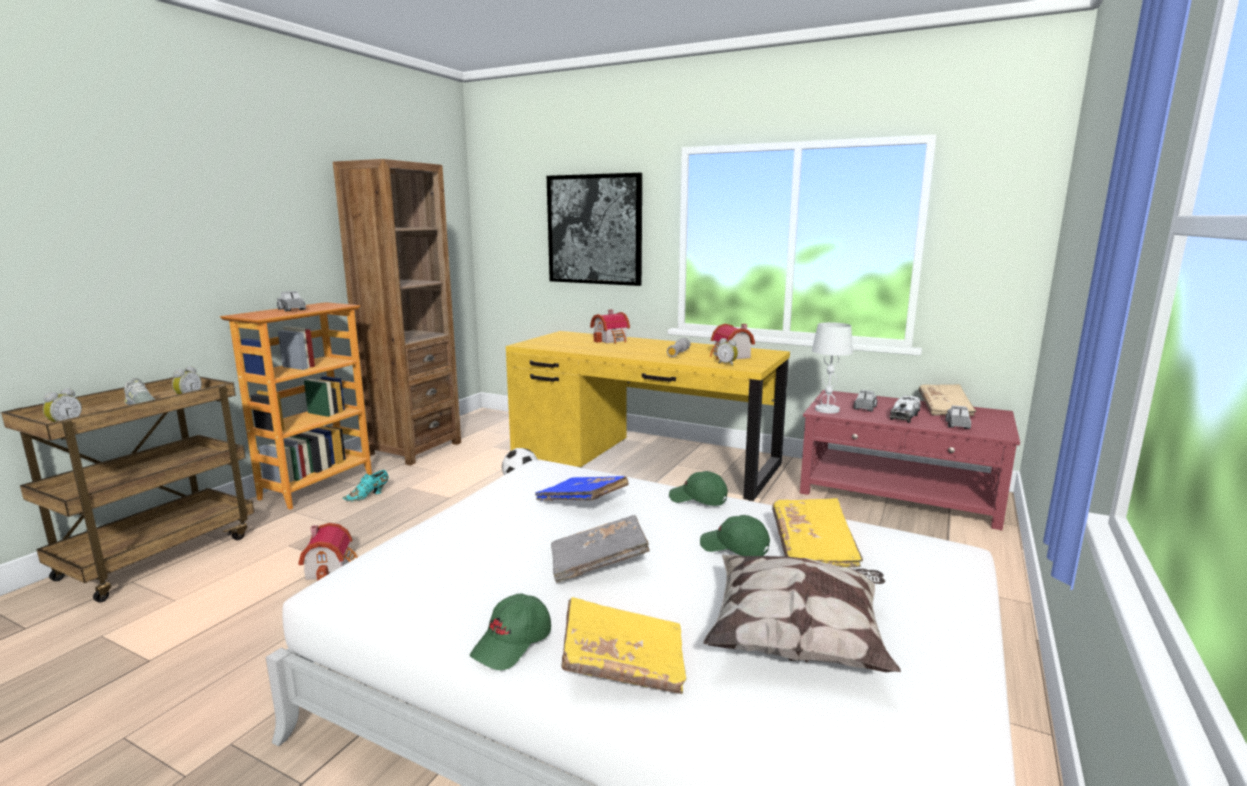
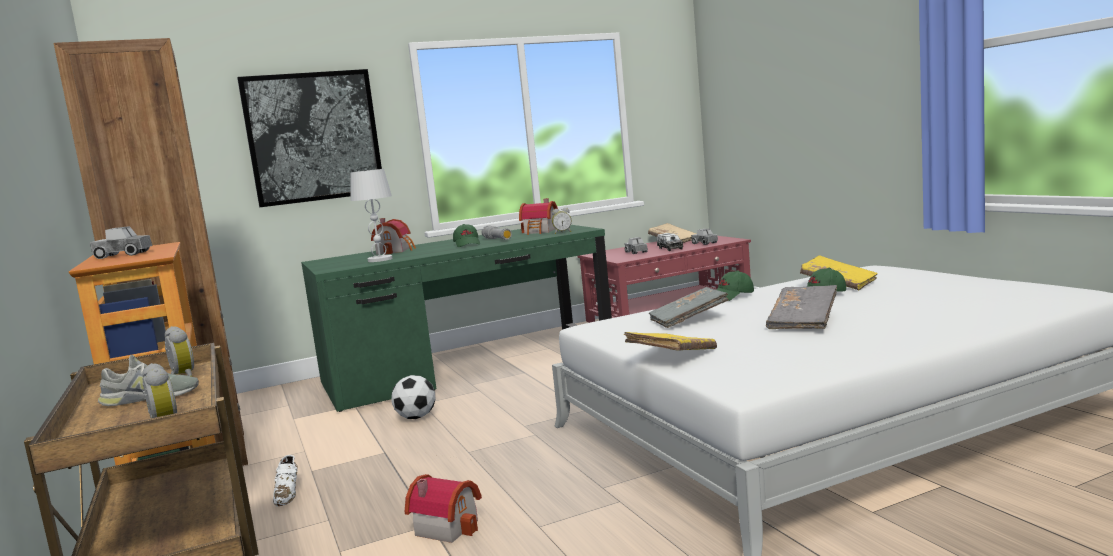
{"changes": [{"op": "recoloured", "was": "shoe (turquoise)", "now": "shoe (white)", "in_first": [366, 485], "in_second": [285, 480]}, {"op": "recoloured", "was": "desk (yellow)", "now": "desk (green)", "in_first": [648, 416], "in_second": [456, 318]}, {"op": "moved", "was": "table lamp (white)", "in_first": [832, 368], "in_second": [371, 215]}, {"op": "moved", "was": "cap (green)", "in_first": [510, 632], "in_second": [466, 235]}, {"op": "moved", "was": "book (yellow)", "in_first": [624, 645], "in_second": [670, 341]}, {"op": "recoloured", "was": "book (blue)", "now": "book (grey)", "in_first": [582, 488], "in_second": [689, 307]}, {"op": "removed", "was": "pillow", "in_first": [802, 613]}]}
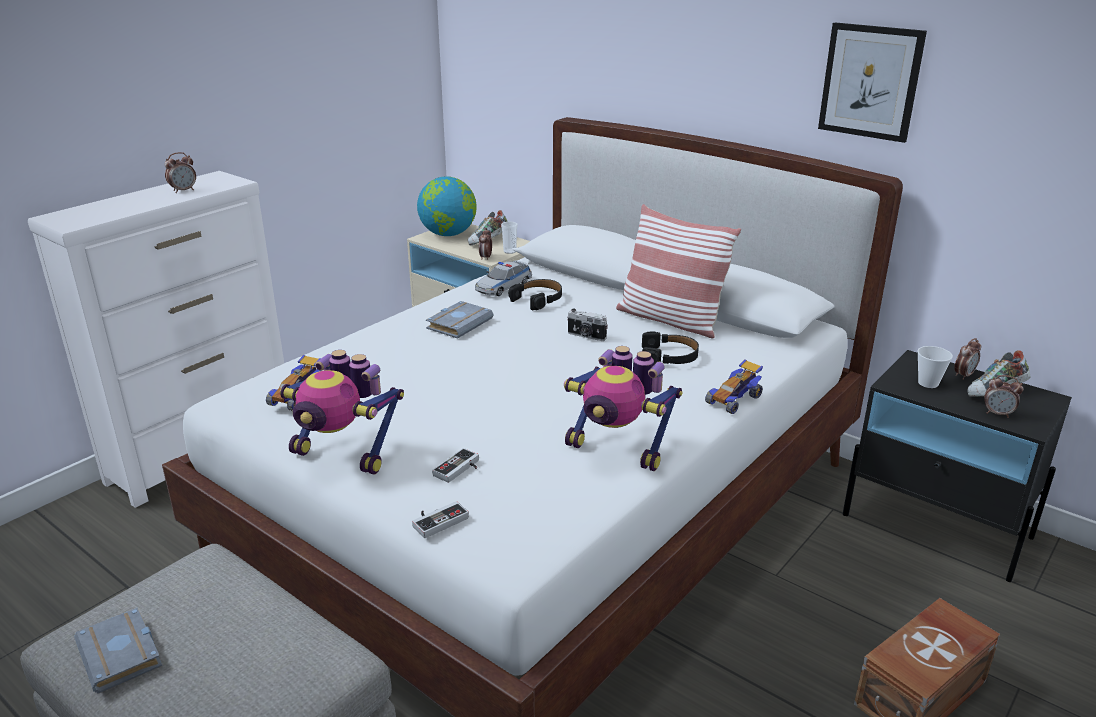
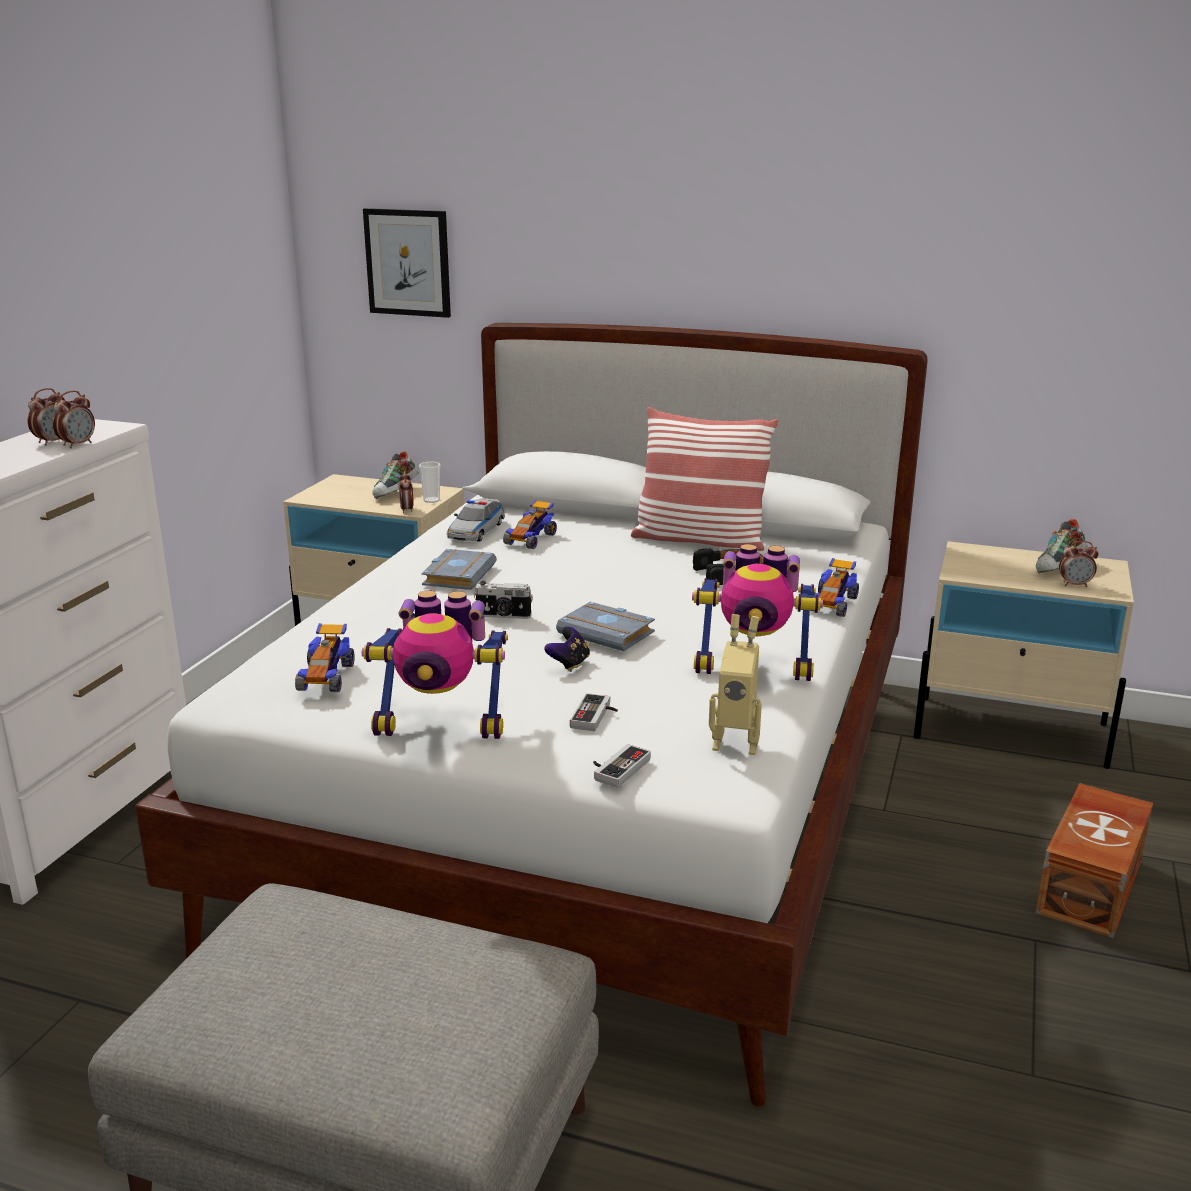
{"changes": [{"op": "moved", "was": "alarm clock", "in_first": [967, 359], "in_second": [74, 419]}, {"op": "moved", "was": "picture", "in_first": [872, 82], "in_second": [407, 263]}, {"op": "moved", "was": "photo camera", "in_first": [587, 325], "in_second": [503, 600]}, {"op": "replaced", "was": "headphones (black)", "now": "toy car", "in_first": [535, 294], "in_second": [530, 524]}, {"op": "added", "now": "game controller", "in_second": [567, 649]}, {"op": "moved", "was": "book (grey)", "in_first": [118, 650], "in_second": [605, 626]}, {"op": "added", "now": "toy robot", "in_second": [735, 684]}, {"op": "recoloured", "was": "nightstand (black)", "now": "nightstand (beige)", "in_first": [957, 466], "in_second": [1024, 655]}, {"op": "removed", "was": "globe", "in_first": [447, 206]}, {"op": "removed", "was": "cup", "in_first": [935, 367]}]}
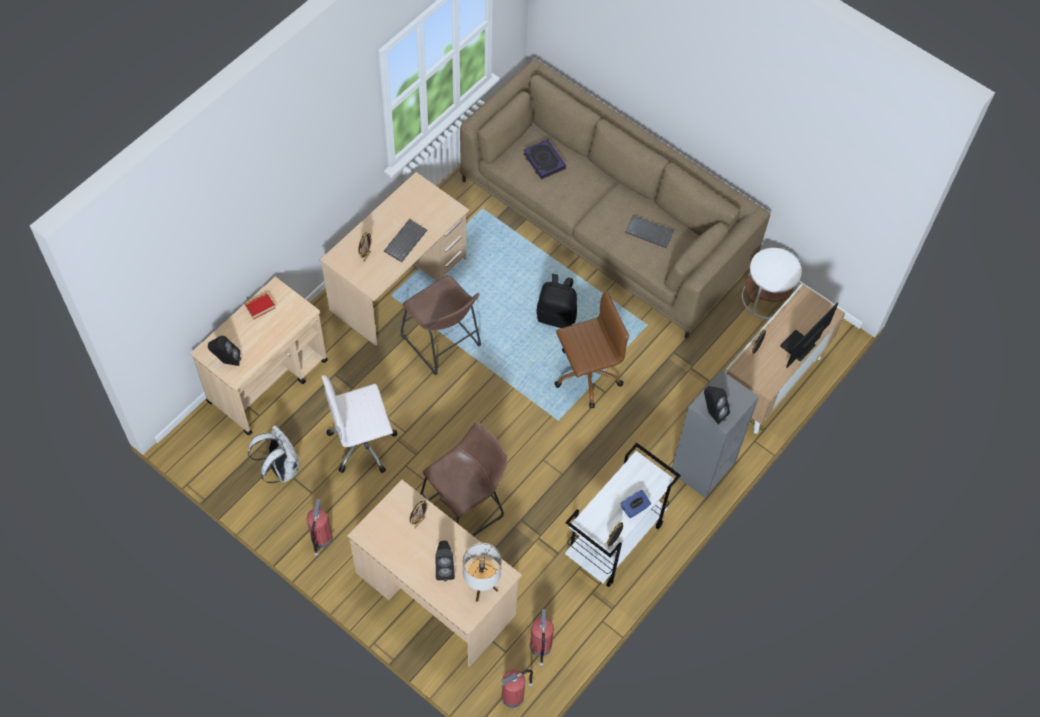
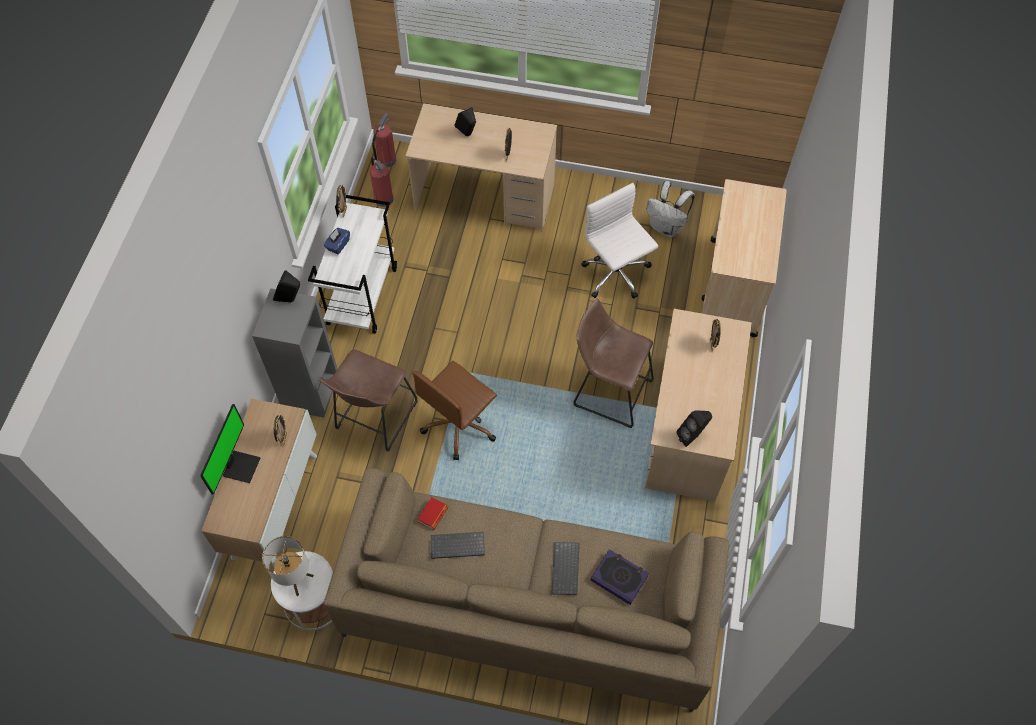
{"changes": [{"op": "moved", "was": "table lamp", "in_first": [482, 572], "in_second": [288, 566]}, {"op": "moved", "was": "stool (brown)", "in_first": [464, 479], "in_second": [367, 400]}, {"op": "moved", "was": "book", "in_first": [260, 306], "in_second": [432, 513]}, {"op": "moved", "was": "keyboard", "in_first": [405, 240], "in_second": [565, 568]}, {"op": "turned", "was": "office chair (white)", "in_first": [359, 424], "in_second": [620, 241], "clockwise": -75}, {"op": "moved", "was": "speaker (black)", "in_first": [224, 351], "in_second": [694, 428]}, {"op": "removed", "was": "fire extinguisher", "in_first": [320, 527]}, {"op": "removed", "was": "backpack (black)", "in_first": [557, 301]}]}
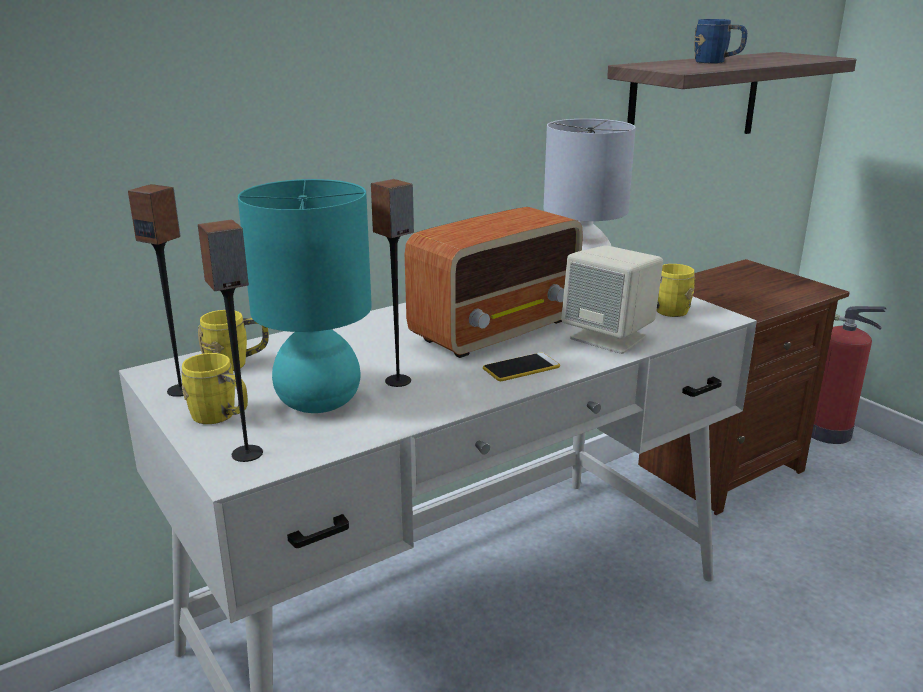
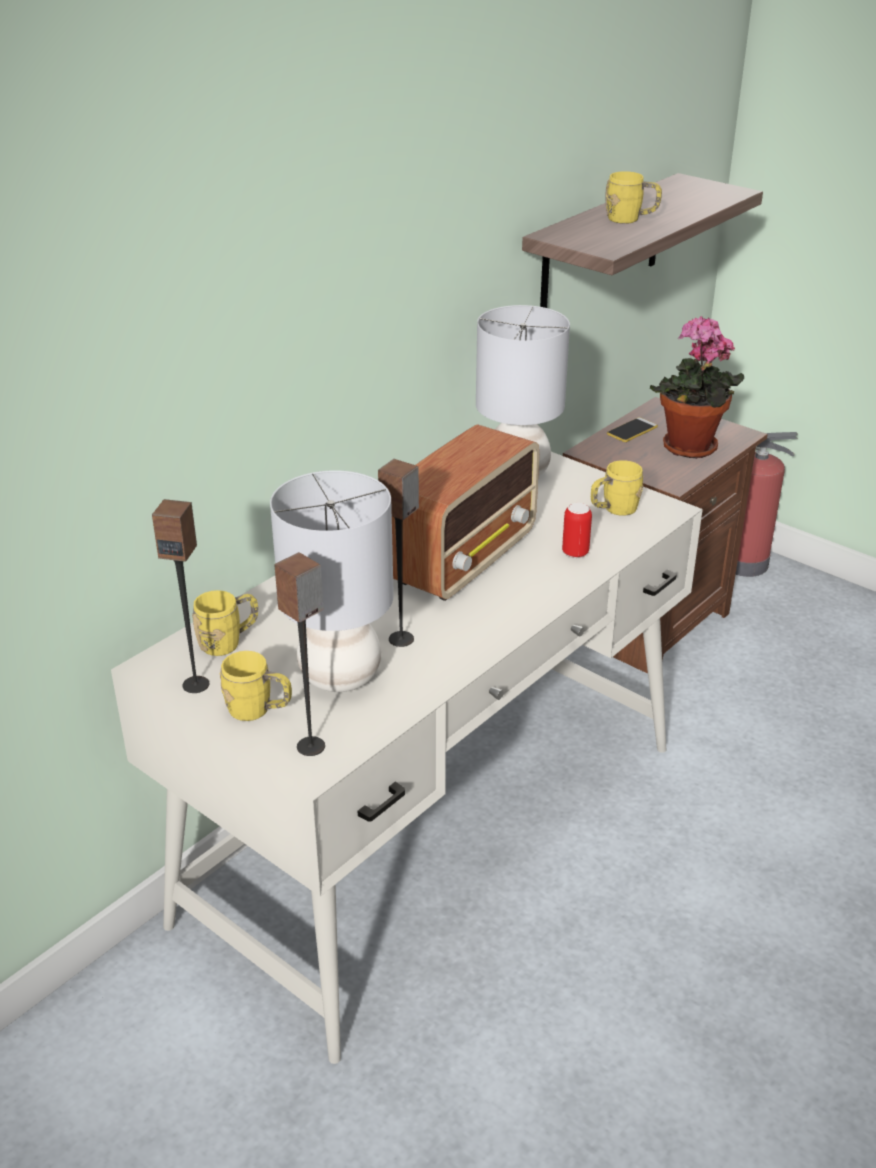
{"changes": [{"op": "recoloured", "was": "table lamp (turquoise)", "now": "table lamp (grey)", "in_first": [305, 296], "in_second": [332, 581]}, {"op": "replaced", "was": "speaker (beige)", "now": "can", "in_first": [612, 299], "in_second": [577, 530]}, {"op": "recoloured", "was": "mug (blue)", "now": "mug (yellow)", "in_first": [720, 41], "in_second": [633, 197]}, {"op": "moved", "was": "phone", "in_first": [521, 367], "in_second": [632, 429]}, {"op": "added", "now": "potted plant", "in_second": [697, 387]}]}
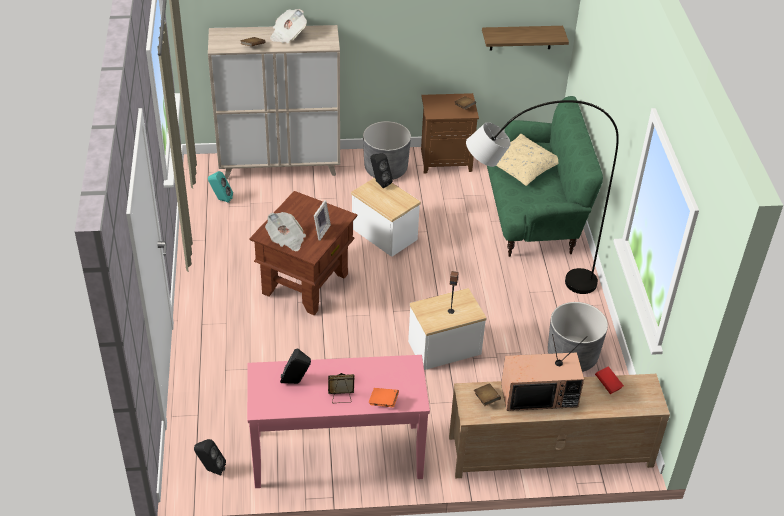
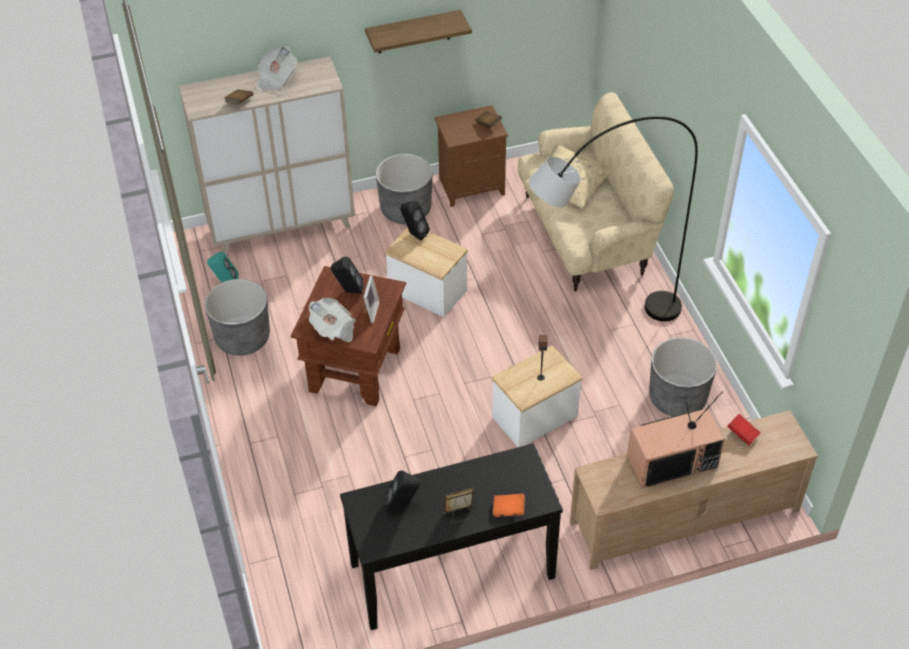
{"changes": [{"op": "added", "now": "planter (grey)", "in_second": [237, 317]}, {"op": "moved", "was": "speaker (black)", "in_first": [210, 457], "in_second": [347, 275]}, {"op": "recoloured", "was": "console table (pink)", "now": "console table (black)", "in_first": [338, 421], "in_second": [451, 536]}, {"op": "moved", "was": "shelf", "in_first": [525, 38], "in_second": [418, 31]}, {"op": "recoloured", "was": "sofa (green)", "now": "sofa (beige)", "in_first": [545, 176], "in_second": [596, 192]}, {"op": "removed", "was": "book (brown)", "in_first": [487, 395]}]}
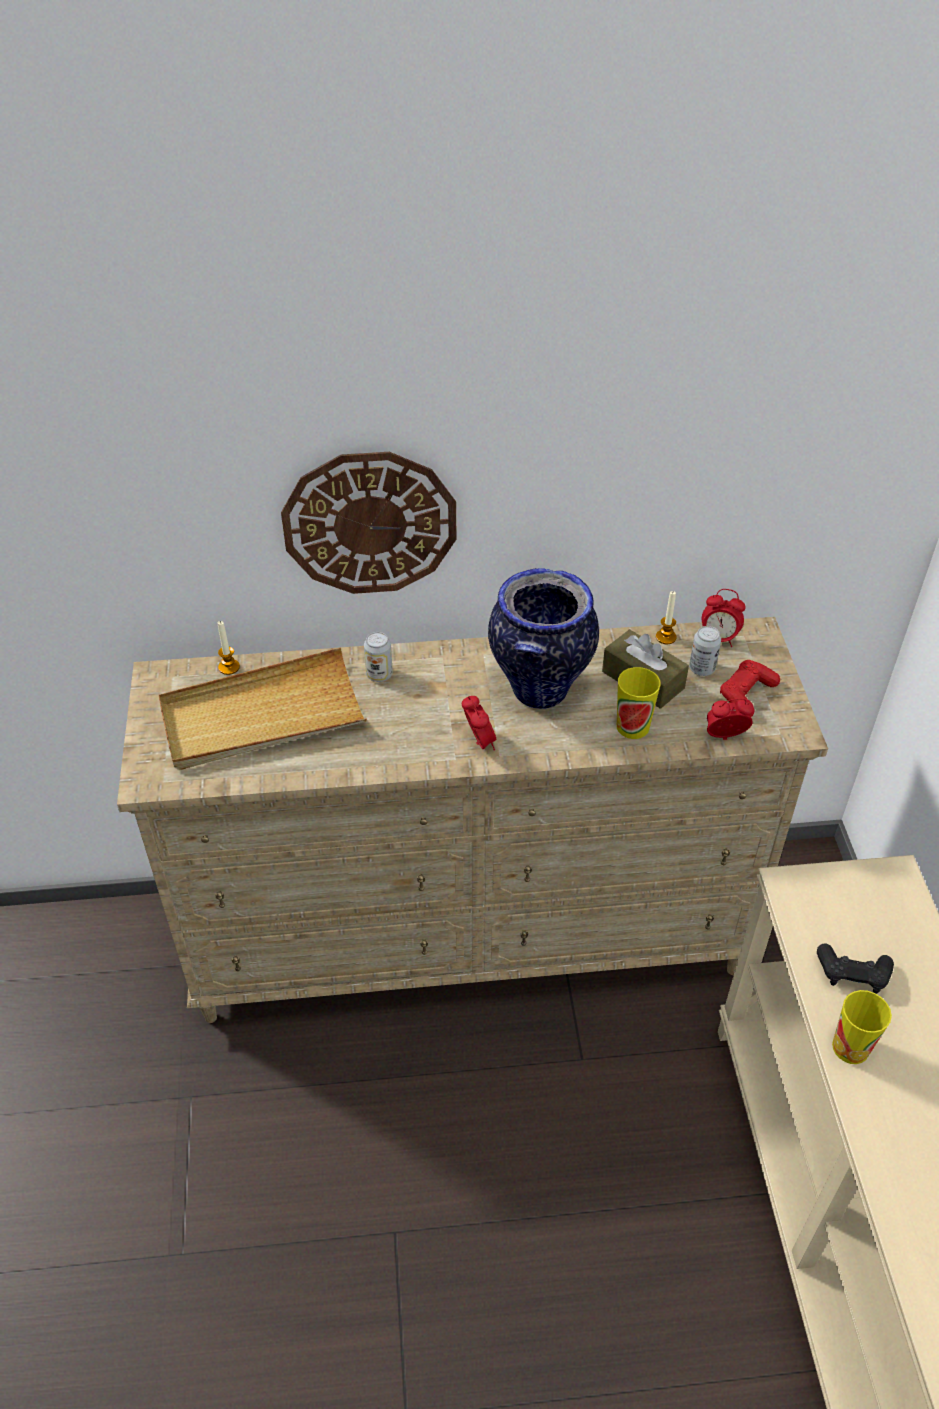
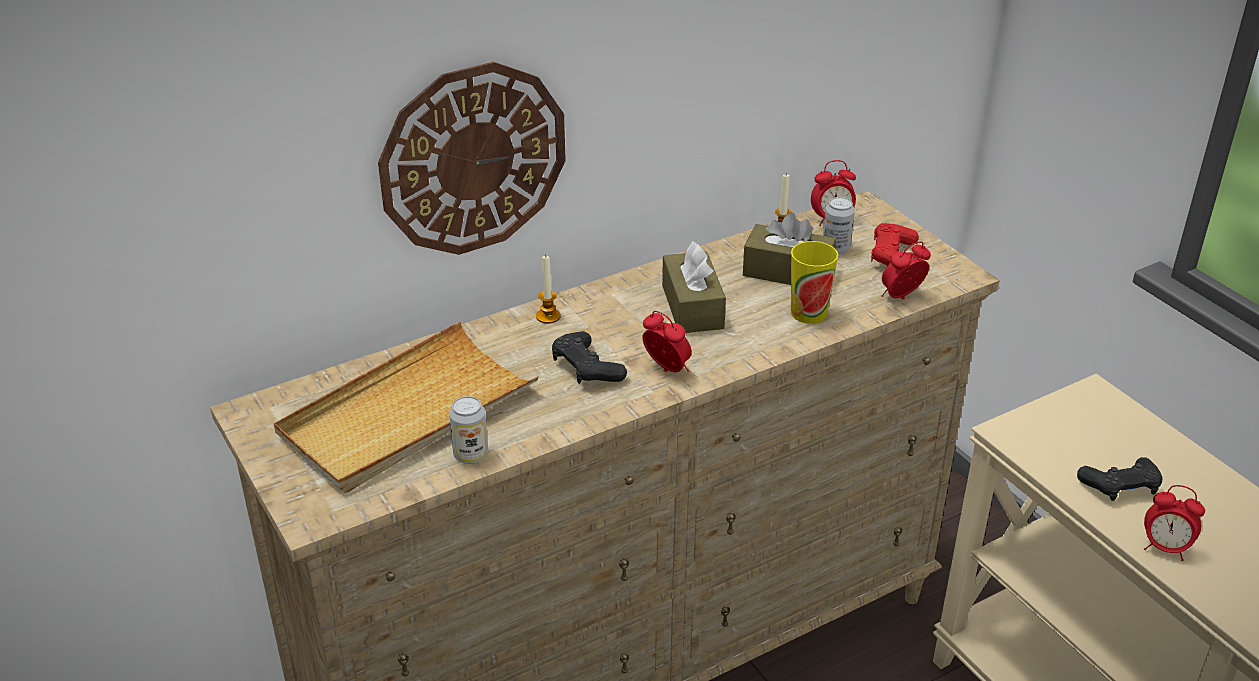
{"changes": [{"op": "moved", "was": "can", "in_first": [378, 657], "in_second": [468, 430]}, {"op": "moved", "was": "candle", "in_first": [228, 648], "in_second": [548, 289]}, {"op": "added", "now": "game controller (black)", "in_second": [589, 357]}, {"op": "replaced", "was": "vase", "now": "tissue box (brown)", "in_first": [543, 638], "in_second": [694, 287]}, {"op": "replaced", "was": "cup", "now": "alarm clock", "in_first": [862, 1027], "in_second": [1174, 523]}]}
